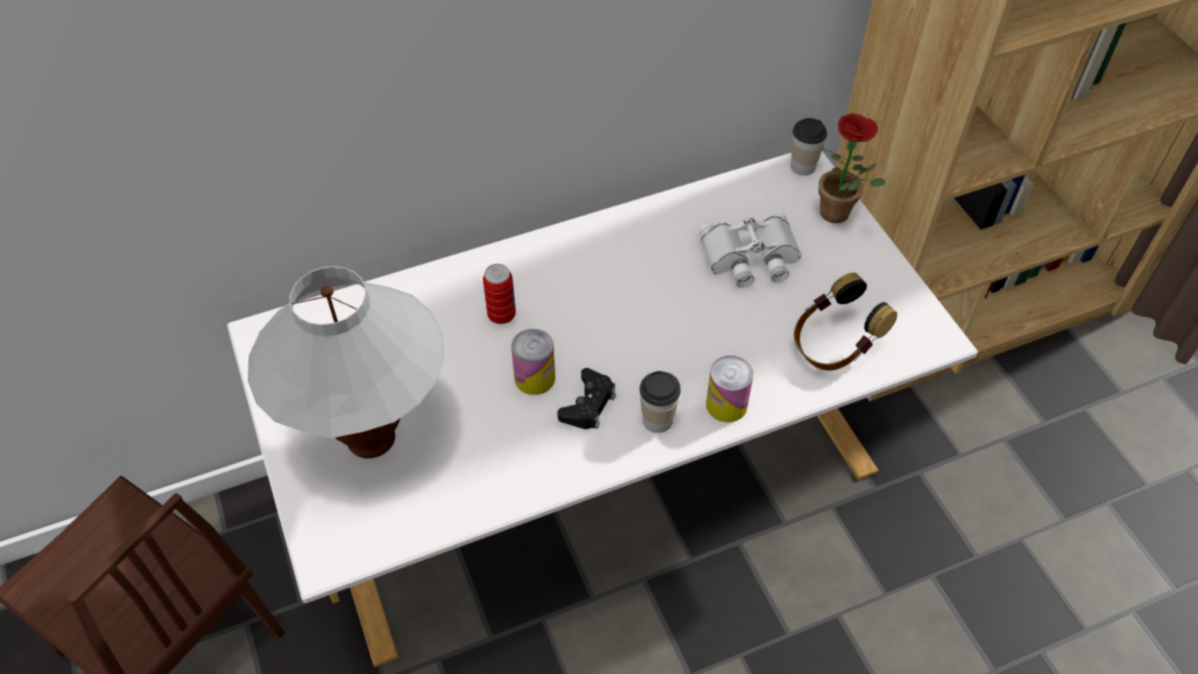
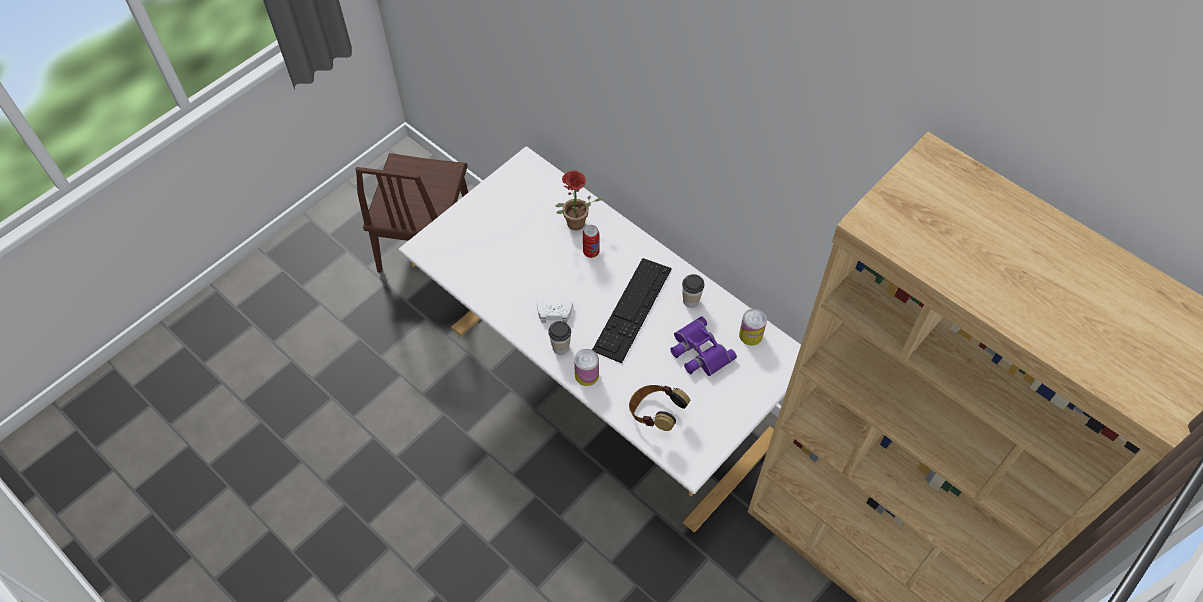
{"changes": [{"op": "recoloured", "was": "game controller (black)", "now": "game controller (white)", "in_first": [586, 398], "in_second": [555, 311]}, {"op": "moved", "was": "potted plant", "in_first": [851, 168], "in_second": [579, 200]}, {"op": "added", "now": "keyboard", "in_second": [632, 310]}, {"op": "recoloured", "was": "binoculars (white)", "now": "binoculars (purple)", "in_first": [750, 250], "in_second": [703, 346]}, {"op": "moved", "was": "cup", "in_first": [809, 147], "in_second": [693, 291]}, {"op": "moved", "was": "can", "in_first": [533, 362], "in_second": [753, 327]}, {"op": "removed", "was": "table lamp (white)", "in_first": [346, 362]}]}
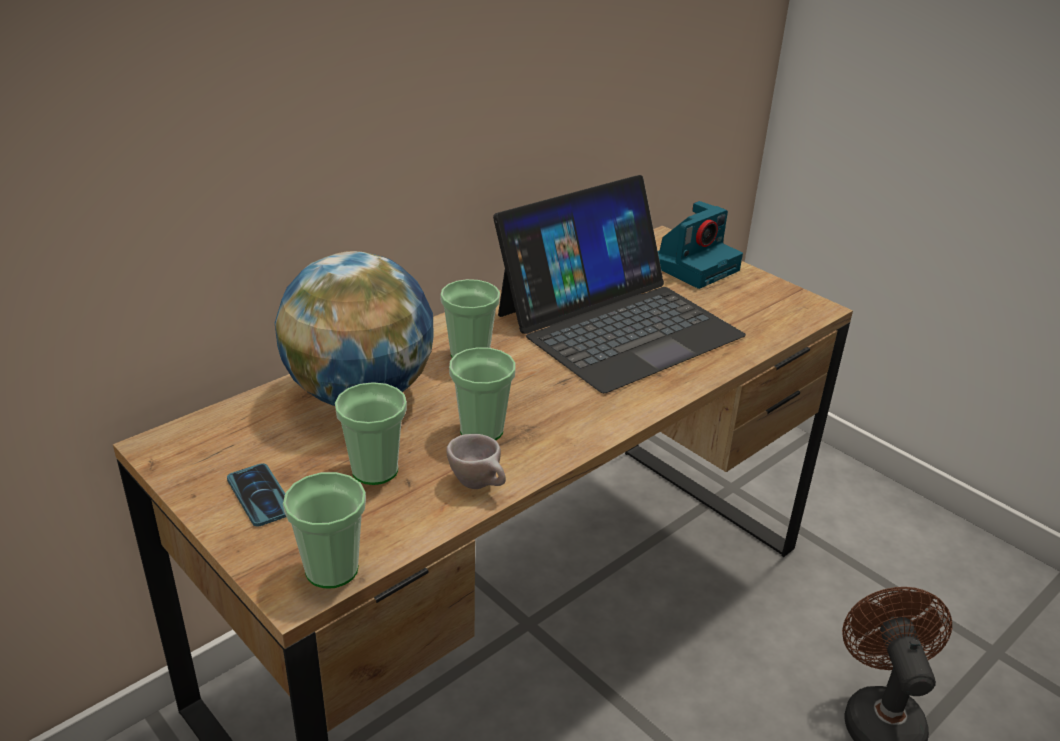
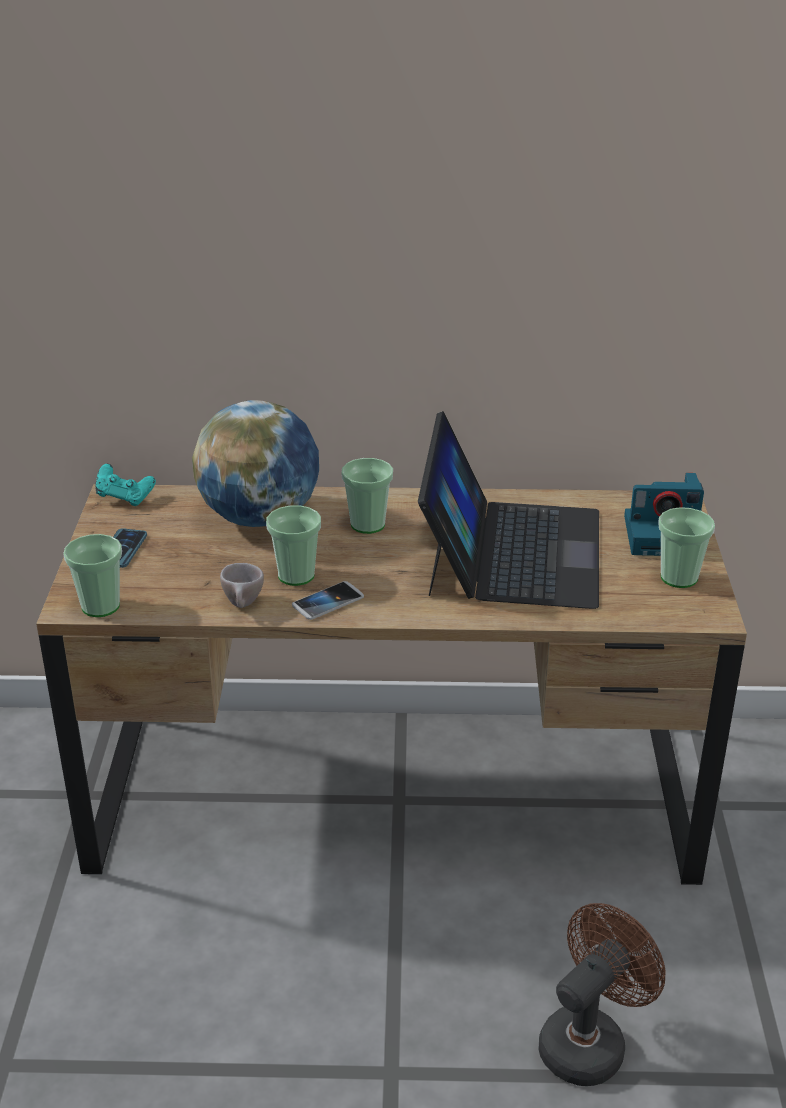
{"changes": [{"op": "added", "now": "game controller (turquoise)", "in_second": [125, 485]}, {"op": "added", "now": "phone", "in_second": [328, 600]}, {"op": "turned", "was": "laptop", "in_first": [619, 284], "in_second": [508, 510], "clockwise": -90}, {"op": "moved", "was": "cup", "in_first": [371, 433], "in_second": [686, 547]}]}
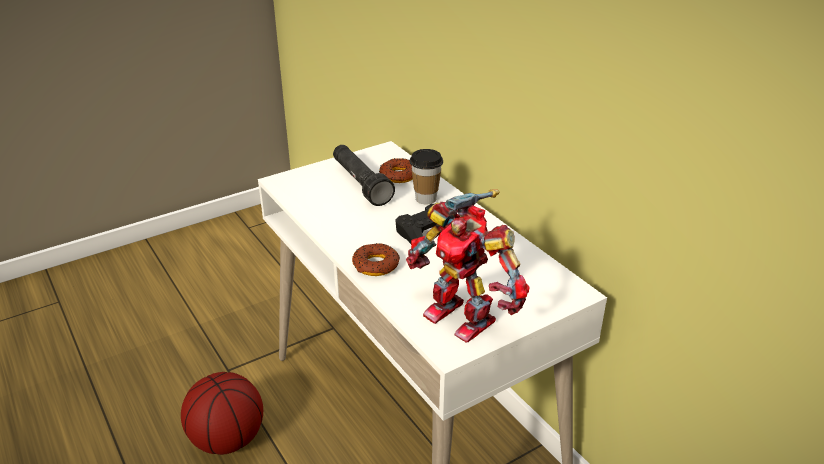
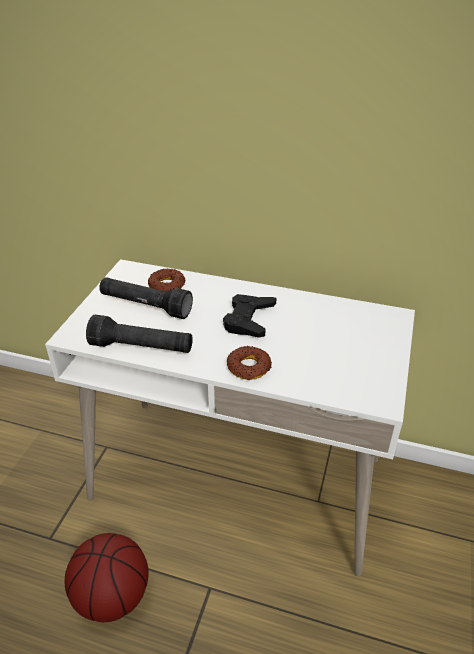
{"changes": [{"op": "added", "now": "flashlight (black)", "in_second": [139, 333]}, {"op": "removed", "was": "toy robot", "in_first": [468, 266]}, {"op": "removed", "was": "cup", "in_first": [426, 176]}]}
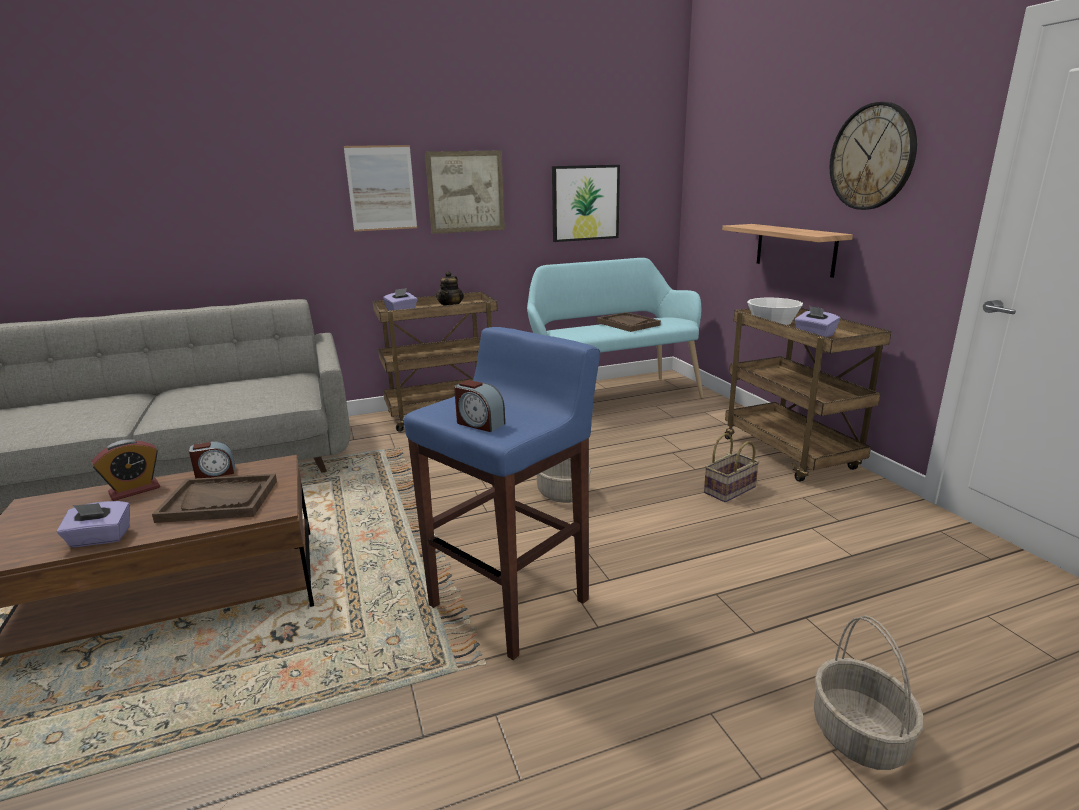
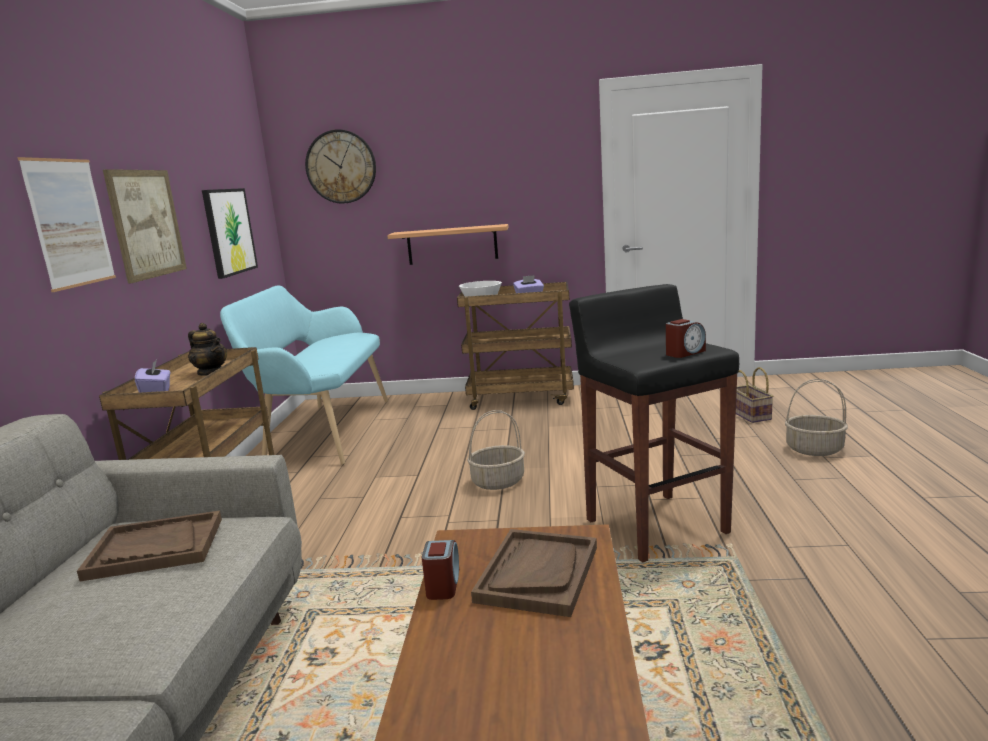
{"changes": [{"op": "moved", "was": "tray (brown)", "in_first": [628, 322], "in_second": [149, 546]}, {"op": "moved", "was": "wall clock", "in_first": [873, 156], "in_second": [340, 166]}, {"op": "recoloured", "was": "stool (blue)", "now": "stool (black)", "in_first": [502, 493], "in_second": [654, 423]}, {"op": "moved", "was": "basket", "in_first": [731, 467], "in_second": [754, 395]}, {"op": "removed", "was": "tissue box (purple)", "in_first": [93, 524]}, {"op": "removed", "was": "alarm clock", "in_first": [126, 470]}]}
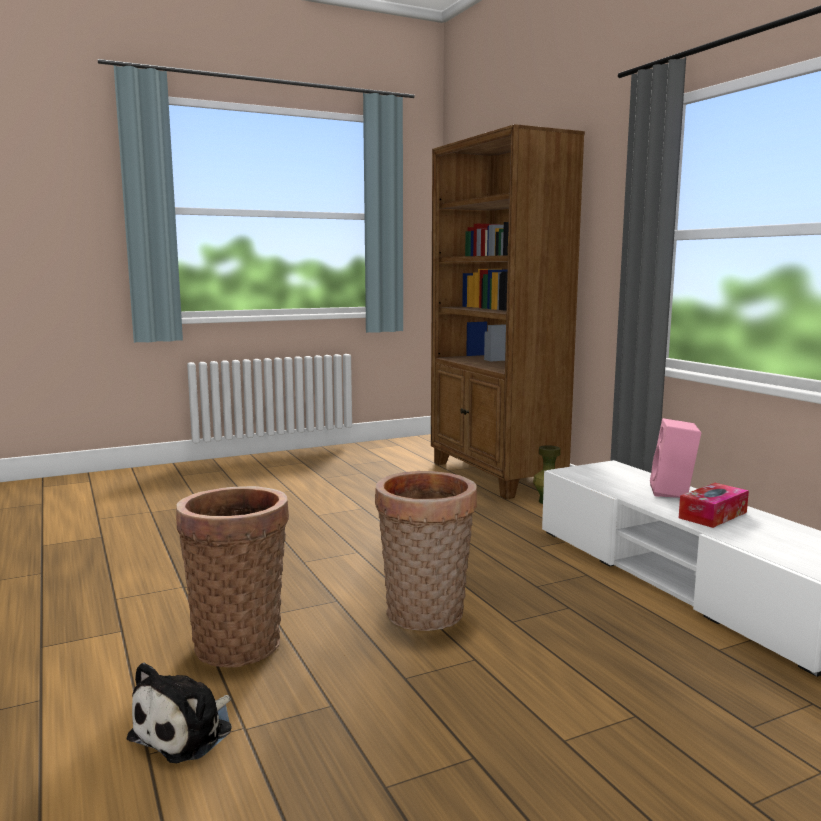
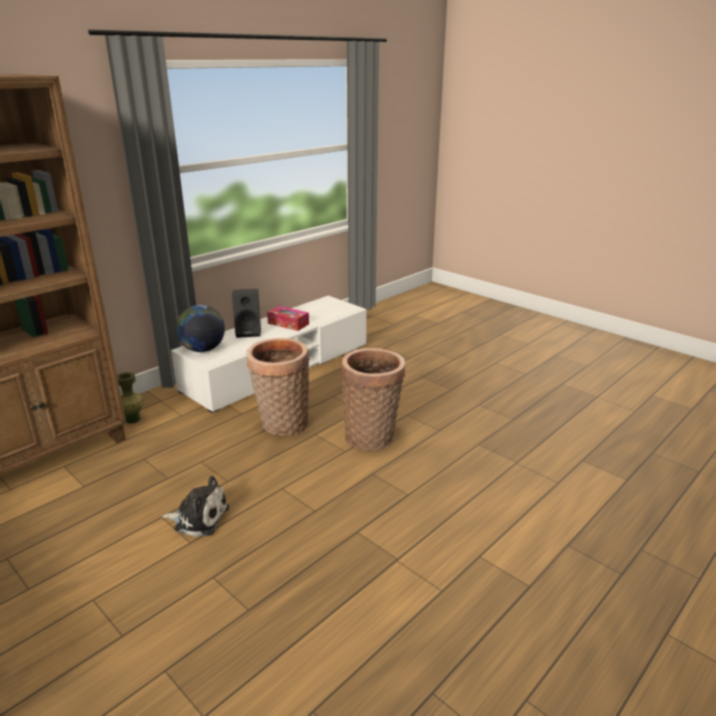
{"changes": [{"op": "moved", "was": "plush toy", "in_first": [179, 712], "in_second": [195, 506]}, {"op": "added", "now": "globe", "in_second": [200, 328]}, {"op": "recoloured", "was": "speaker (pink)", "now": "speaker (black)", "in_first": [675, 458], "in_second": [246, 313]}, {"op": "moved", "was": "basket", "in_first": [232, 577], "in_second": [278, 386]}]}
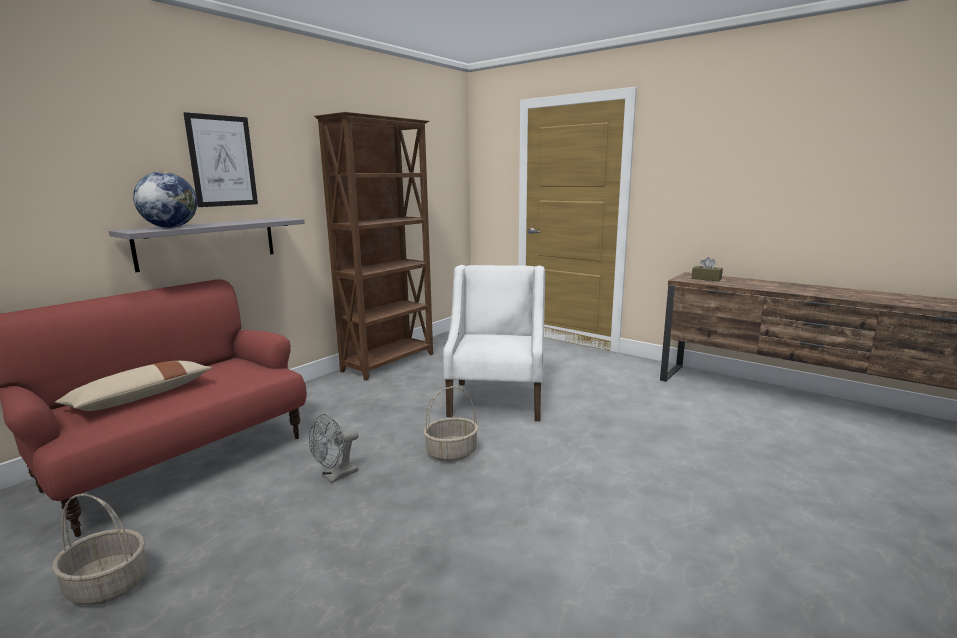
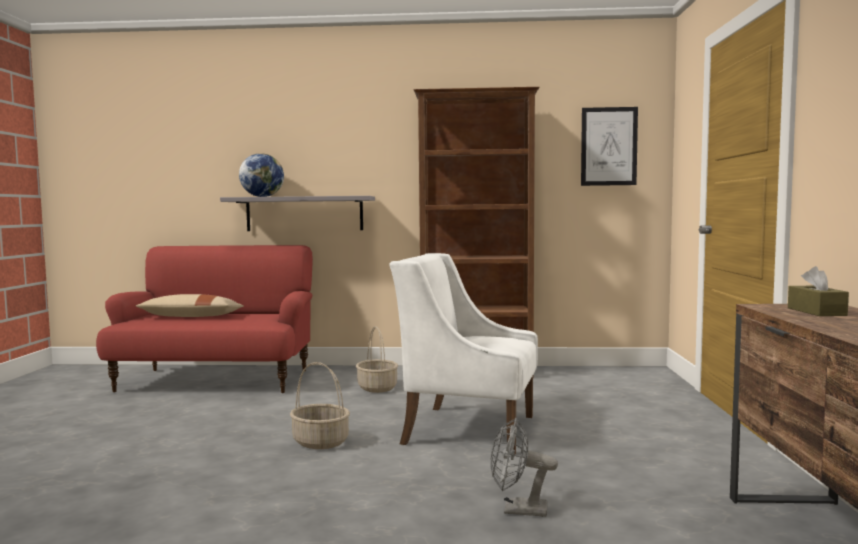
{"changes": [{"op": "moved", "was": "basket", "in_first": [99, 549], "in_second": [377, 359]}, {"op": "turned", "was": "armchair (white)", "in_first": [494, 343], "in_second": [463, 353], "clockwise": -135}, {"op": "moved", "was": "fan (grey)", "in_first": [333, 448], "in_second": [524, 467]}, {"op": "moved", "was": "picture", "in_first": [220, 159], "in_second": [609, 146]}]}
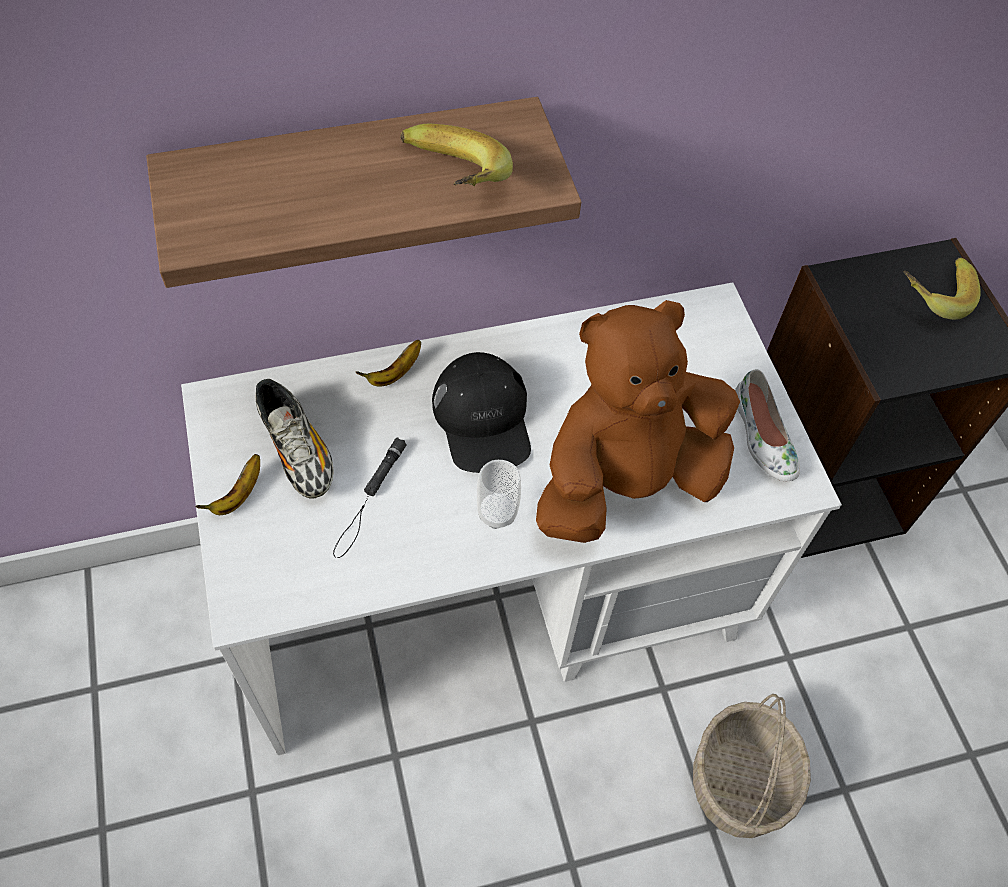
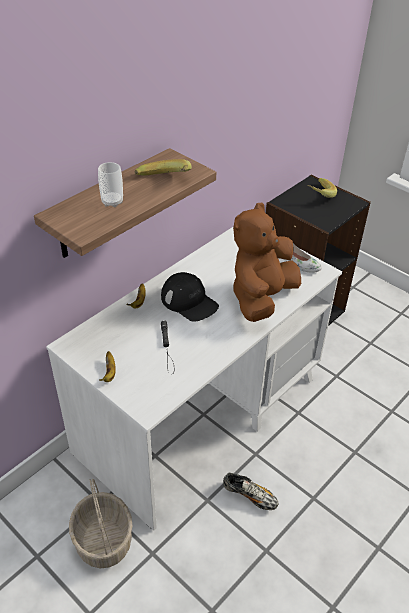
{"changes": [{"op": "moved", "was": "basket", "in_first": [752, 766], "in_second": [100, 524]}, {"op": "moved", "was": "cup", "in_first": [499, 494], "in_second": [110, 184]}, {"op": "moved", "was": "shoe", "in_first": [294, 439], "in_second": [250, 491]}]}
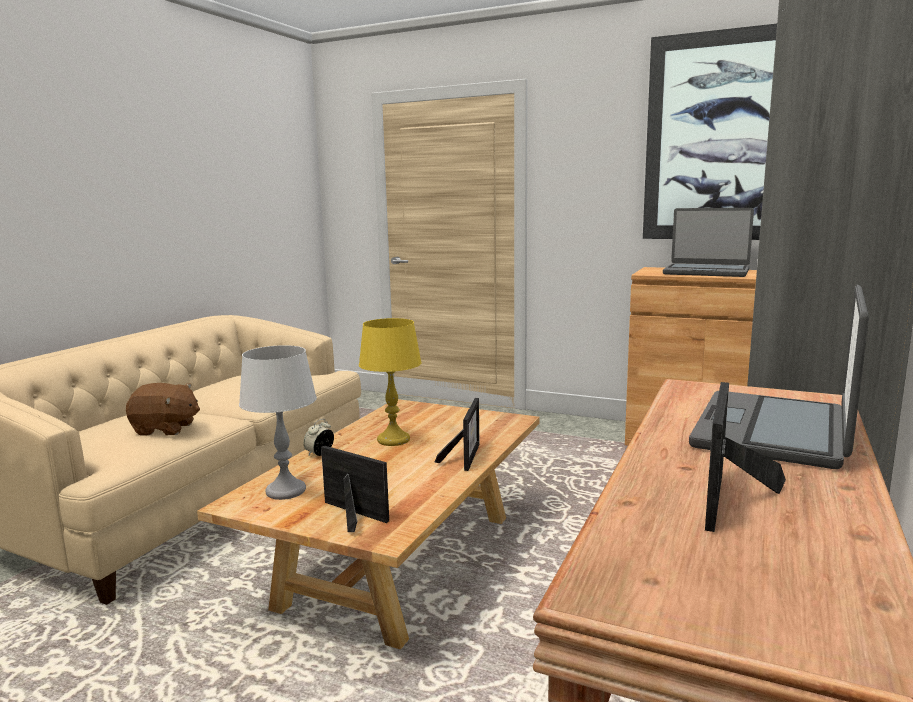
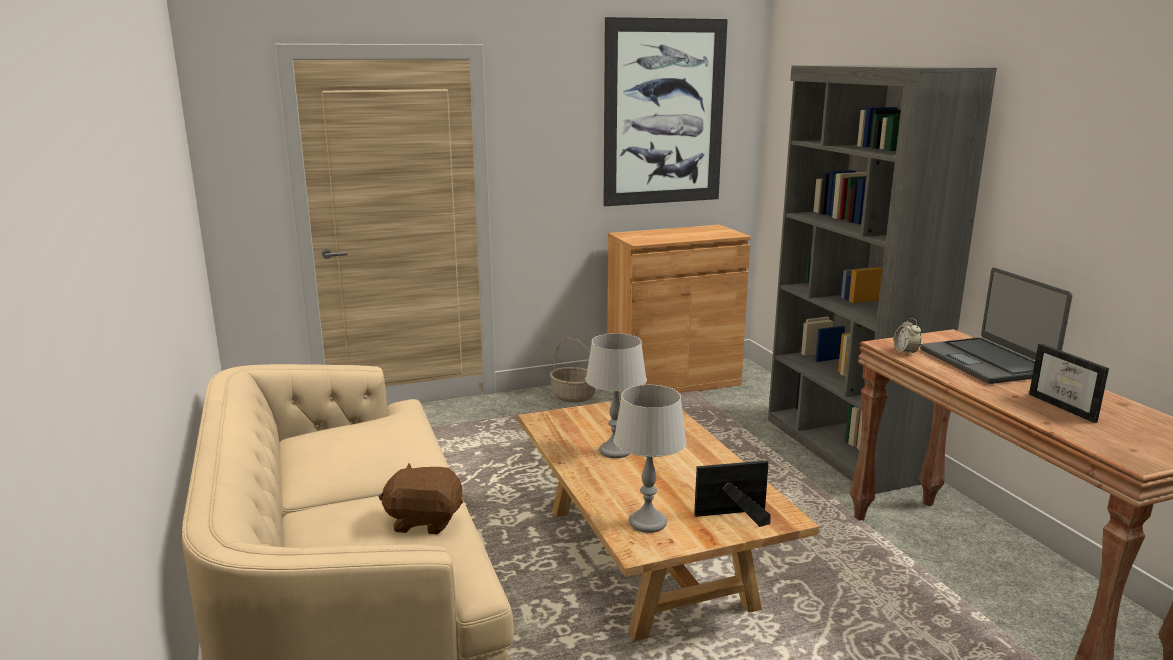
{"changes": [{"op": "turned", "was": "plush toy (brown)", "in_first": [163, 409], "in_second": [421, 498], "clockwise": -135}, {"op": "added", "now": "basket", "in_second": [572, 370]}, {"op": "recoloured", "was": "table lamp (yellow)", "now": "table lamp (grey)", "in_first": [390, 382], "in_second": [616, 395]}, {"op": "moved", "was": "alarm clock", "in_first": [318, 437], "in_second": [907, 336]}, {"op": "removed", "was": "picture frame", "in_first": [457, 434]}, {"op": "removed", "was": "laptop", "in_first": [708, 242]}]}
